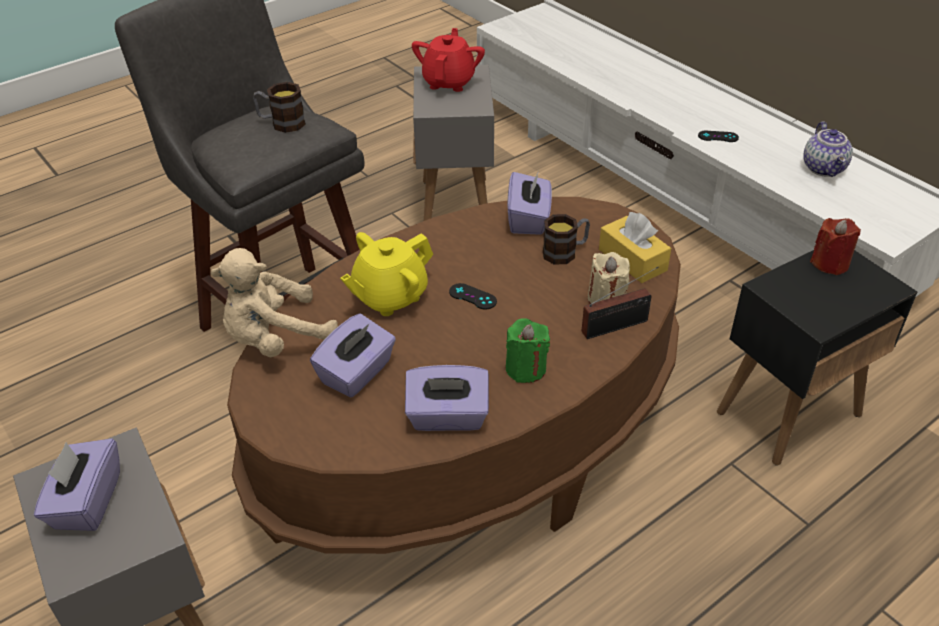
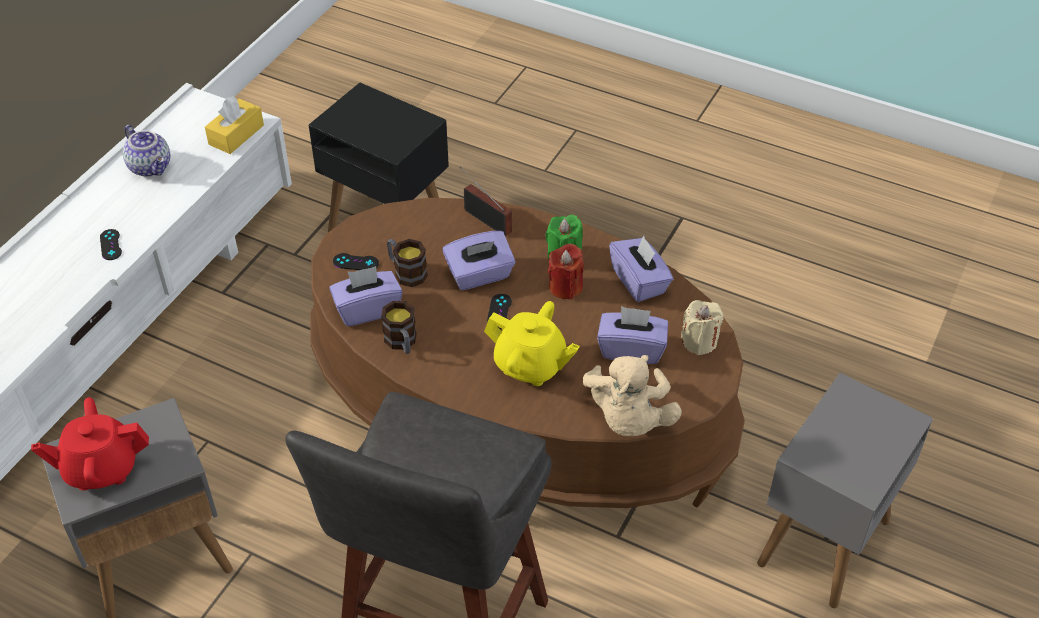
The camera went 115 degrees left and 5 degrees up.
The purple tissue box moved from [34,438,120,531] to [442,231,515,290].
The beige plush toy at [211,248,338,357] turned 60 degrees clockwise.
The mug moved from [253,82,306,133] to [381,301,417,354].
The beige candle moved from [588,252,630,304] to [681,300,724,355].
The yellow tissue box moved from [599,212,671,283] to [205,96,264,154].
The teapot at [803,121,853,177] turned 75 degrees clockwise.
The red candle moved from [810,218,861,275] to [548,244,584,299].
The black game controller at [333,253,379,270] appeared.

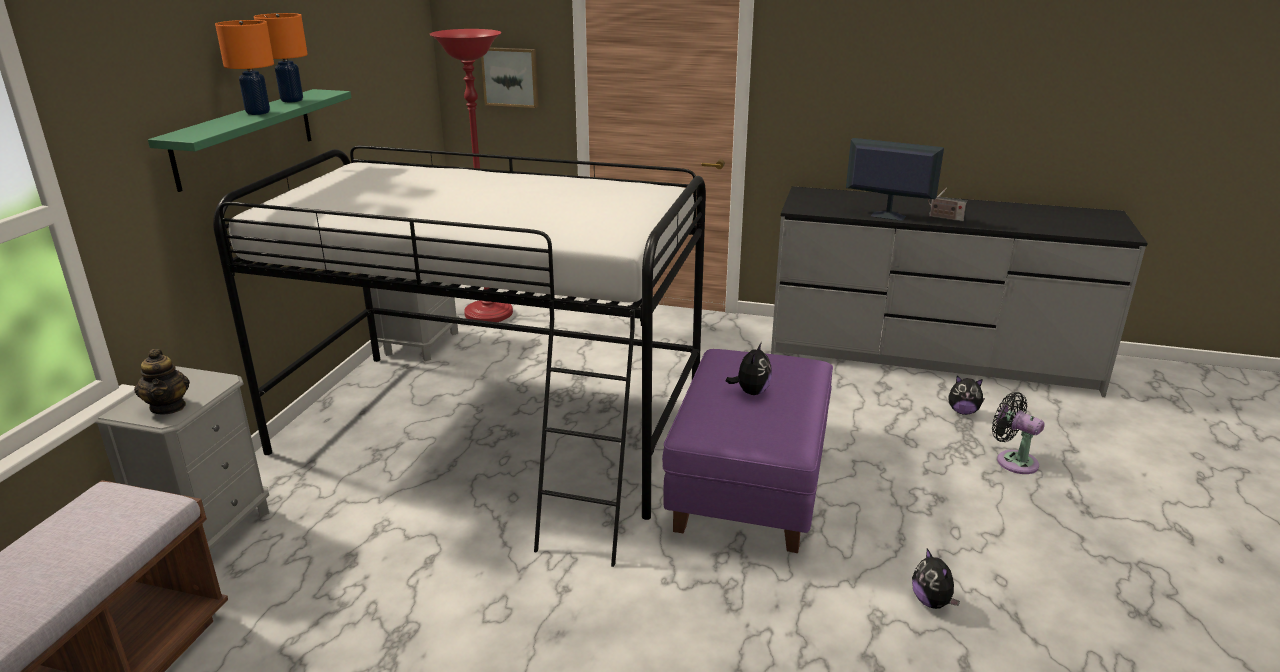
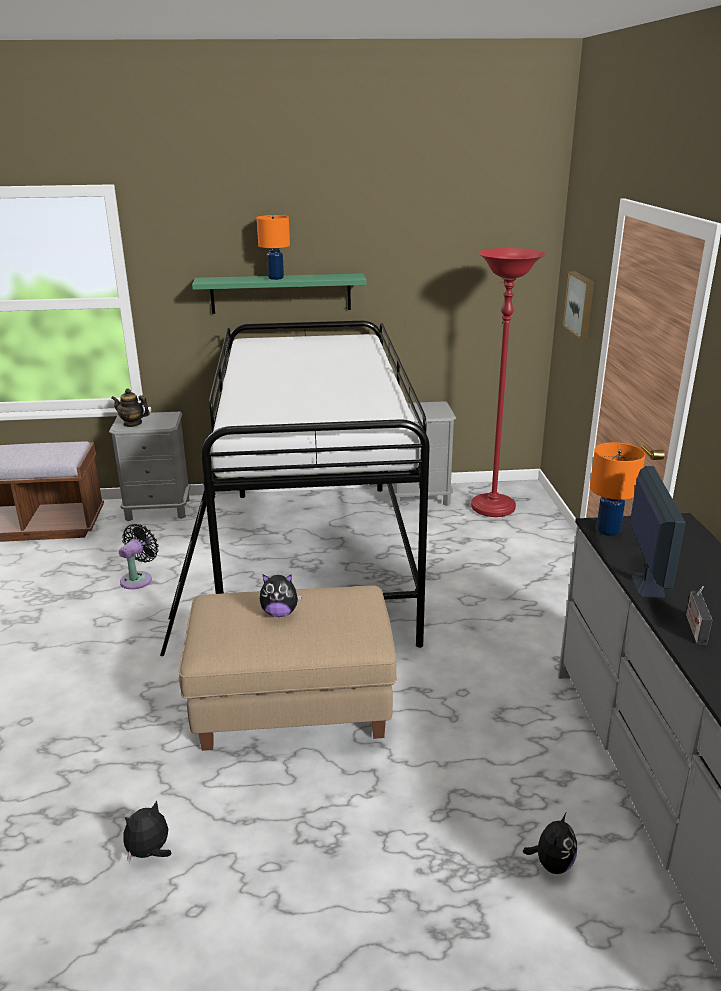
The camera went 70 degrees right and 0 degrees up.
The teapot at [134,349,190,415] turned 60 degrees clockwise.
The orange table lamp moved from [254,13,308,102] to [590,442,645,536].
The purple ottoman at [662,349,833,553] became the beige ottoman at [179,585,397,751].
The plush toy at [948,376,985,415] turned 150 degrees counterclockwise.
The black fan moved from [992,392,1045,474] to [119,524,158,589].

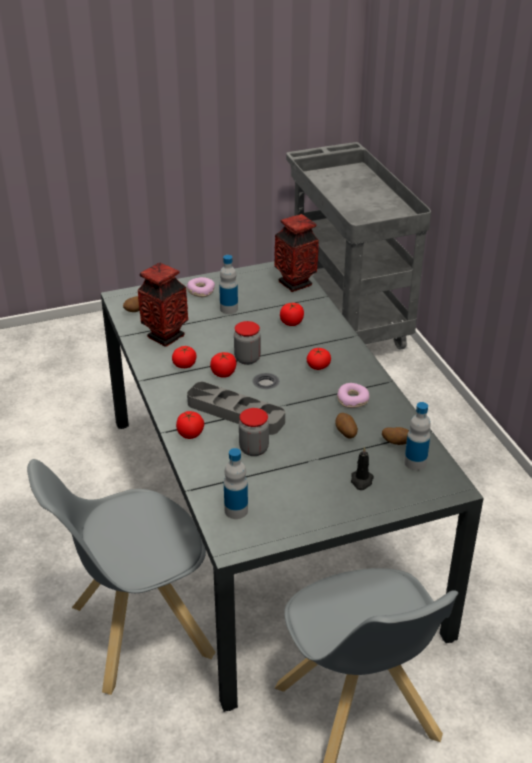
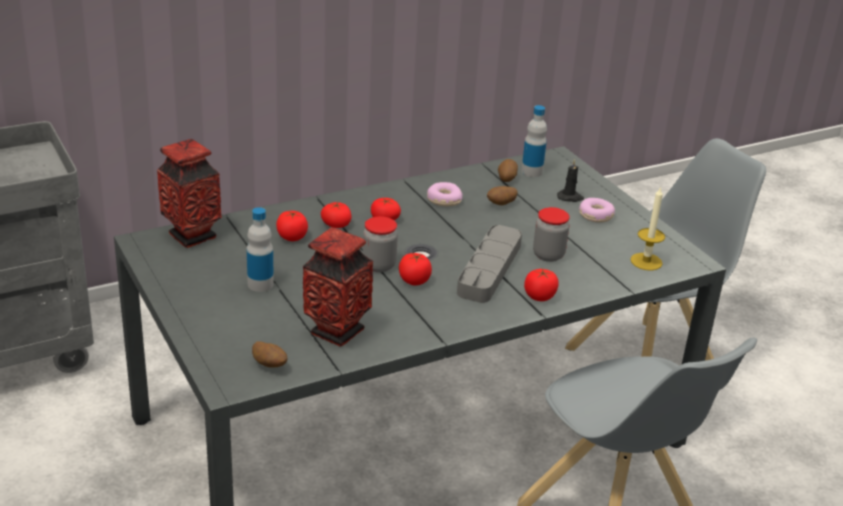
The camera went 100 degrees left and 5 degrees down.
The tomato moved from [172,346,197,368] to [321,202,352,228].
The donut moved from [187,277,215,297] to [579,198,615,222].
The bottle at [224,448,248,519] was replaced by the candle at [630,186,665,271].

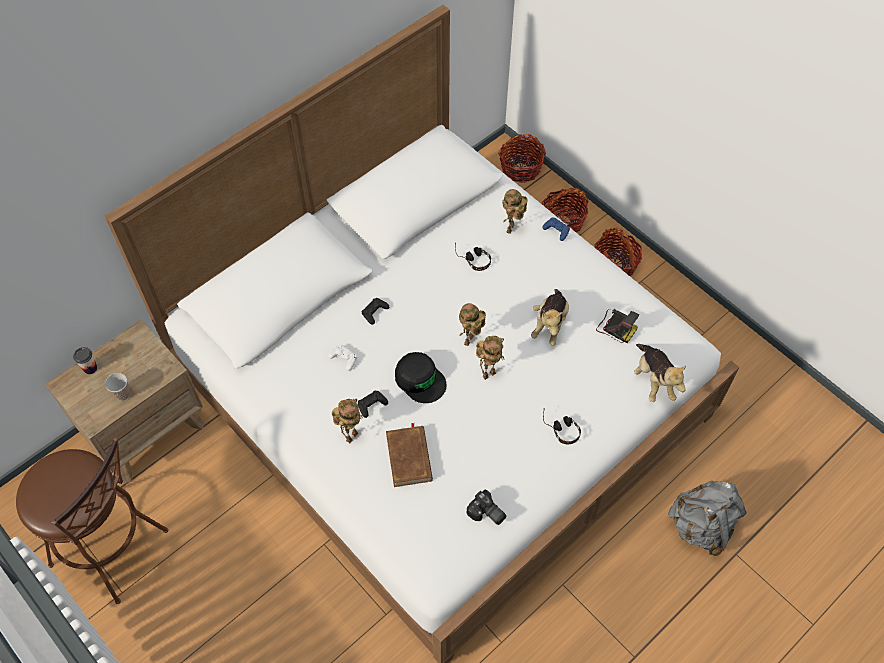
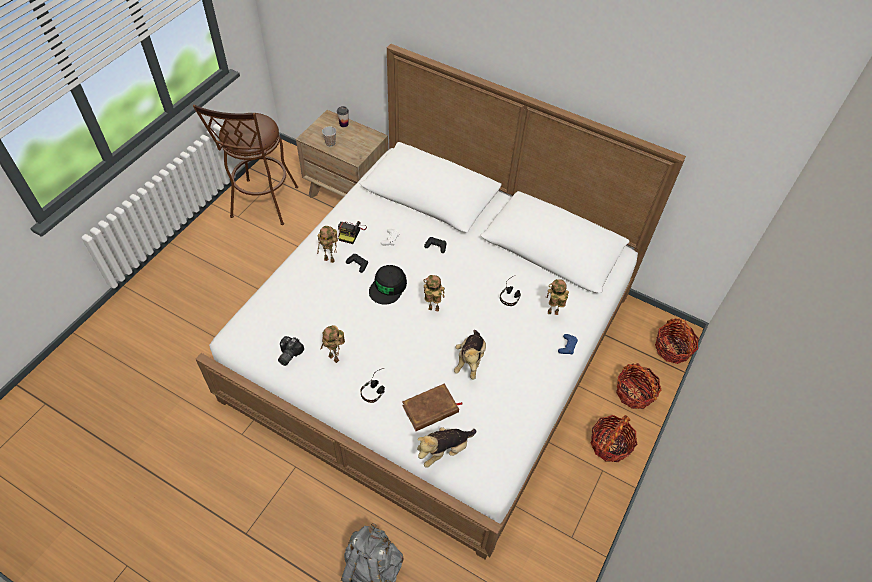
The camera went 70 degrees right and 5 degrees down.
The brown book moved from [386,423,433,487] to [402,383,462,431].
The toy robot moved from [476,336,504,380] to [320,325,345,363].
The plush toy at [531,289,569,346] turned 75 degrees counterclockwise.
The photo camera moved from [596,308,639,343] to [338,221,367,244].

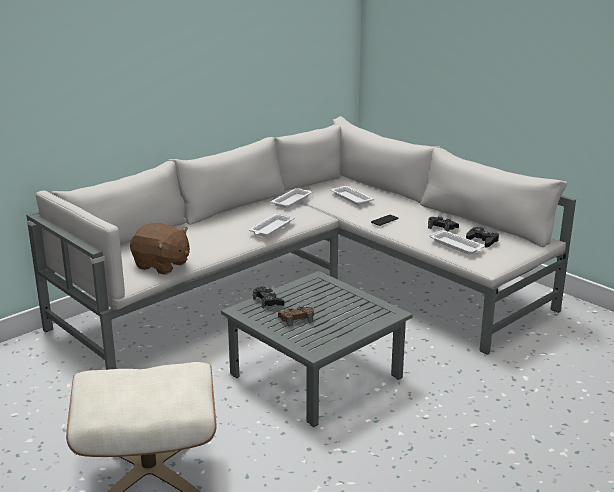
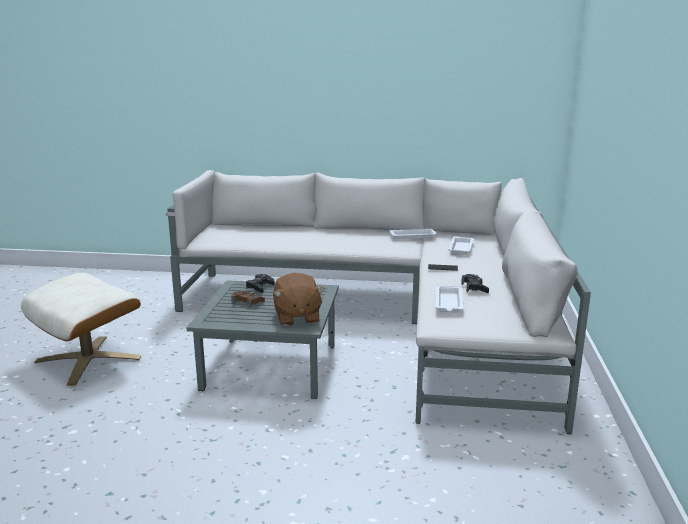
The camera went 50 degrees right and 5 degrees down.
The brown plush toy moved from [130,223,190,275] to [273,273,324,326].
The white tray at [249,213,295,237] disappeared.
The black game controller at [466,227,499,248] disappeared.

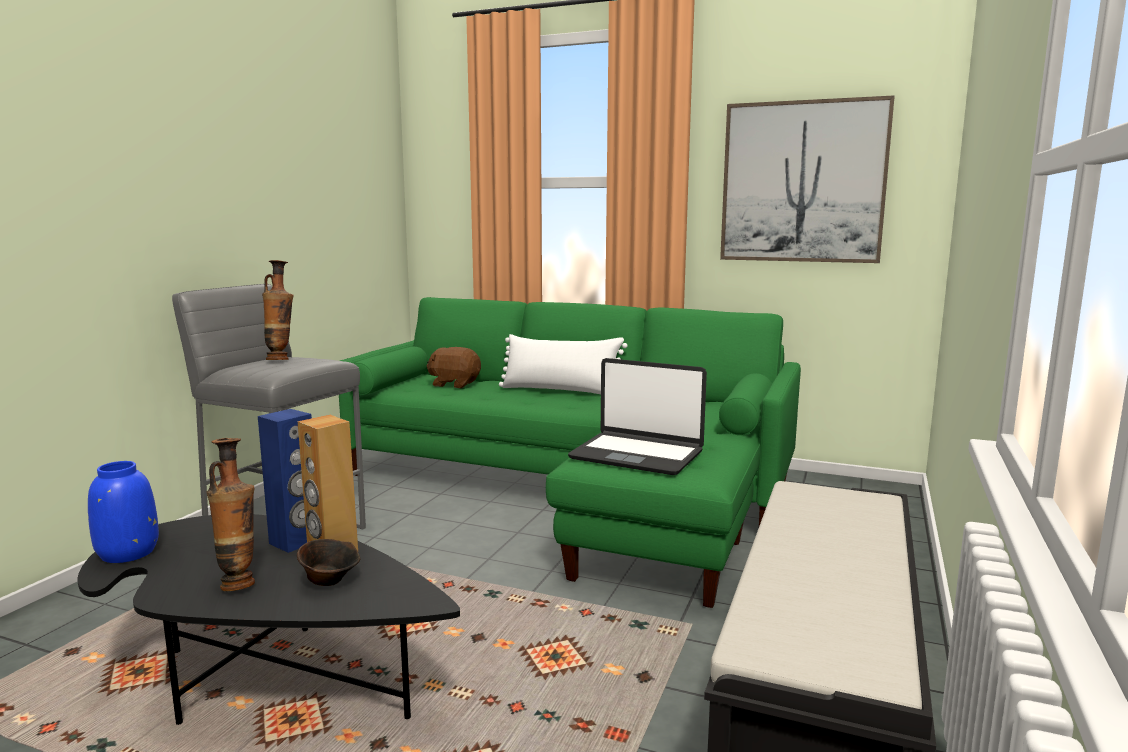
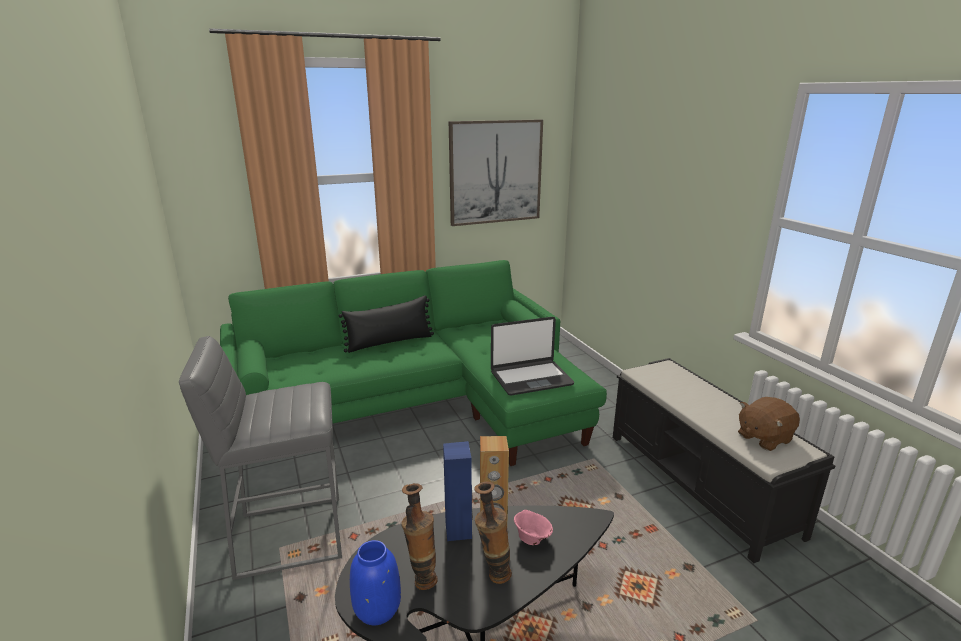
The camera went 45 degrees left and 10 degrees up.
The vase moved from [262,260,294,360] to [401,483,438,590].
The brown bowl at [297,539,360,586] became the pink bowl at [514,510,553,545].
The brown plush toy moved from [427,347,481,388] to [738,397,800,451].
The white pillow at [499,334,628,394] became the black pillow at [338,295,434,353].

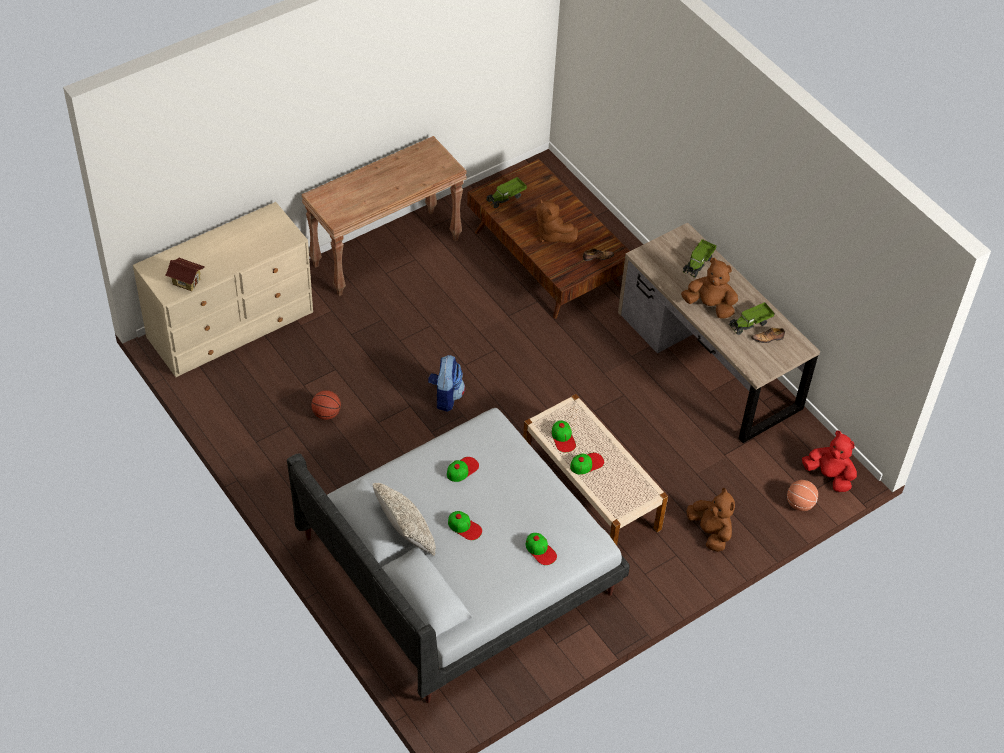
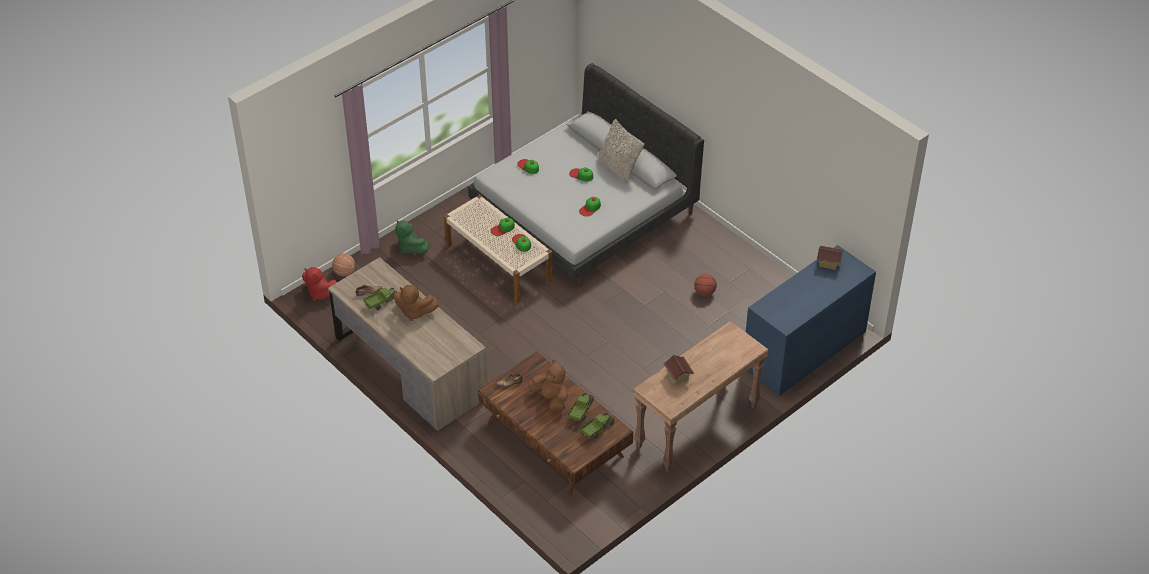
The camera went 175 degrees right and 5 degrees down.
The beige dresser at [133,202,313,377] became the blue dresser at [746,245,876,396].
The backpack at [428,355,465,412] disappeared.
The toy truck moved from [683,239,717,278] to [568,393,594,422].
The brown plush toy at [687,488,735,552] became the green plush toy at [395,220,429,254].
The toy house at [663,354,694,385] appeared.

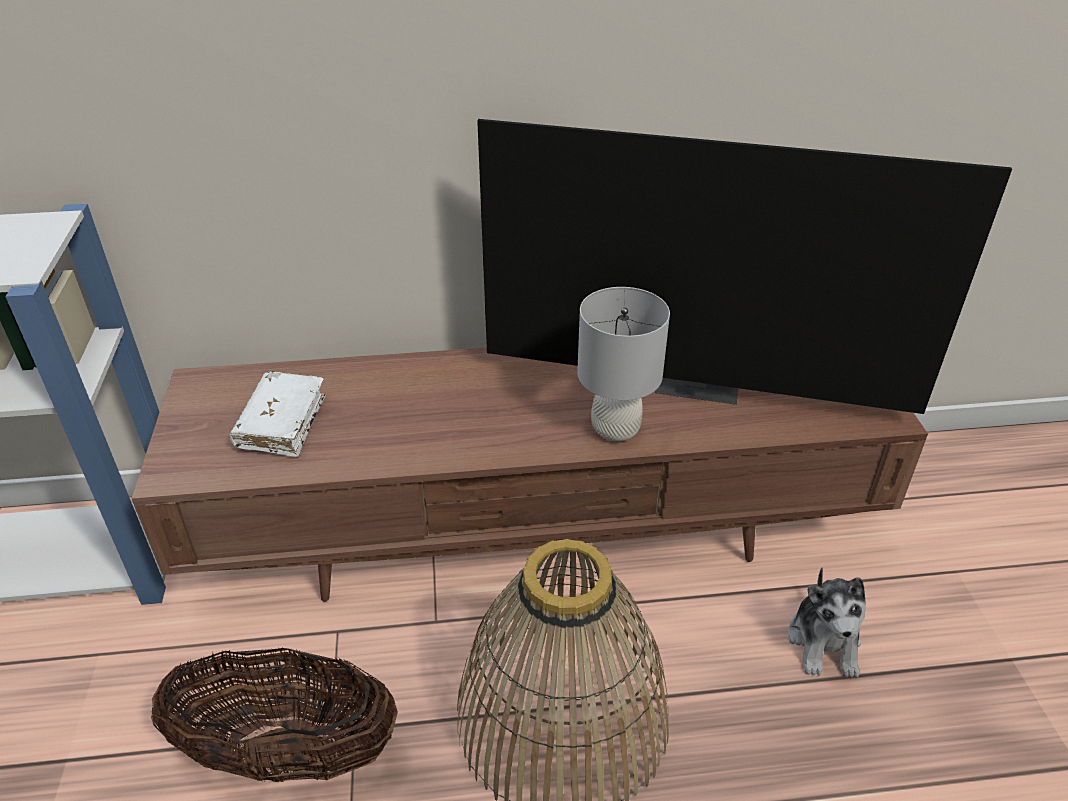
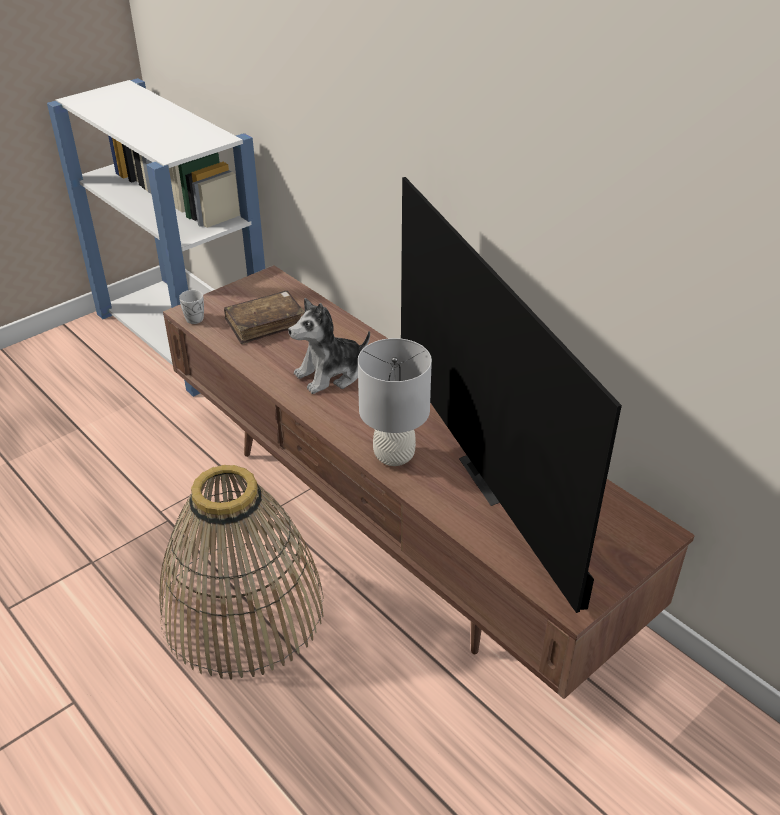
The camera went 55 degrees right and 0 degrees up.
The basket at [151,647,398,782] disappeared.
The white book at [229,372,326,457] became the brown book at [224,291,305,344].
The plush toy moved from [788,568,865,678] to [288,298,370,394].
The white mug at [179,290,204,324] appeared.

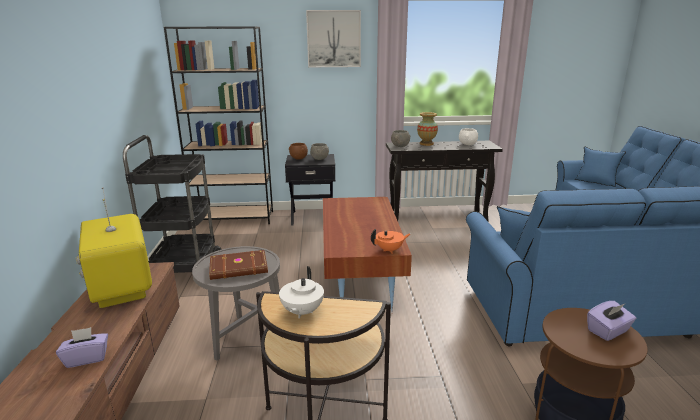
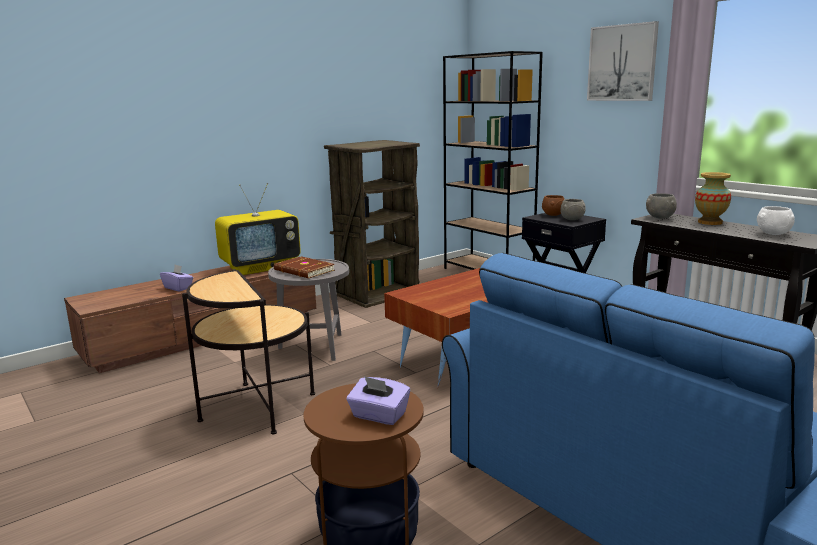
The camera went 55 degrees right and 5 degrees down.
The television at [76,187,152,308] turned 150 degrees counterclockwise.
The black cart at [123,135,222,273] was replaced by the brown bookcase at [324,140,420,308].
The white teapot at [279,266,324,319] disappeared.
The orange teapot at [371,229,410,254] disappeared.

